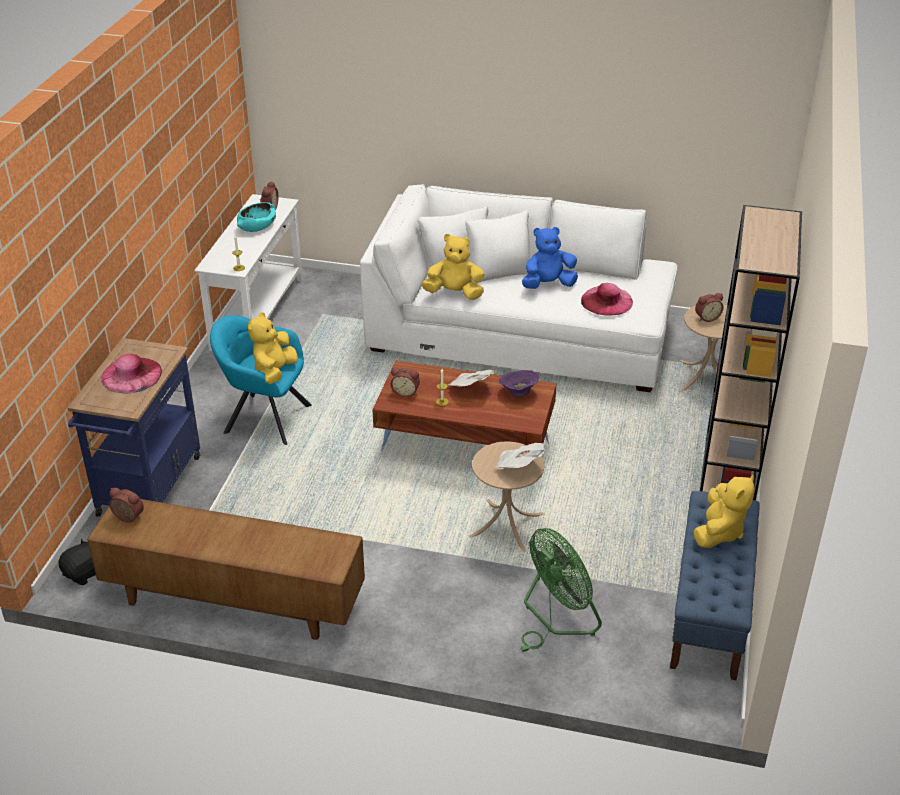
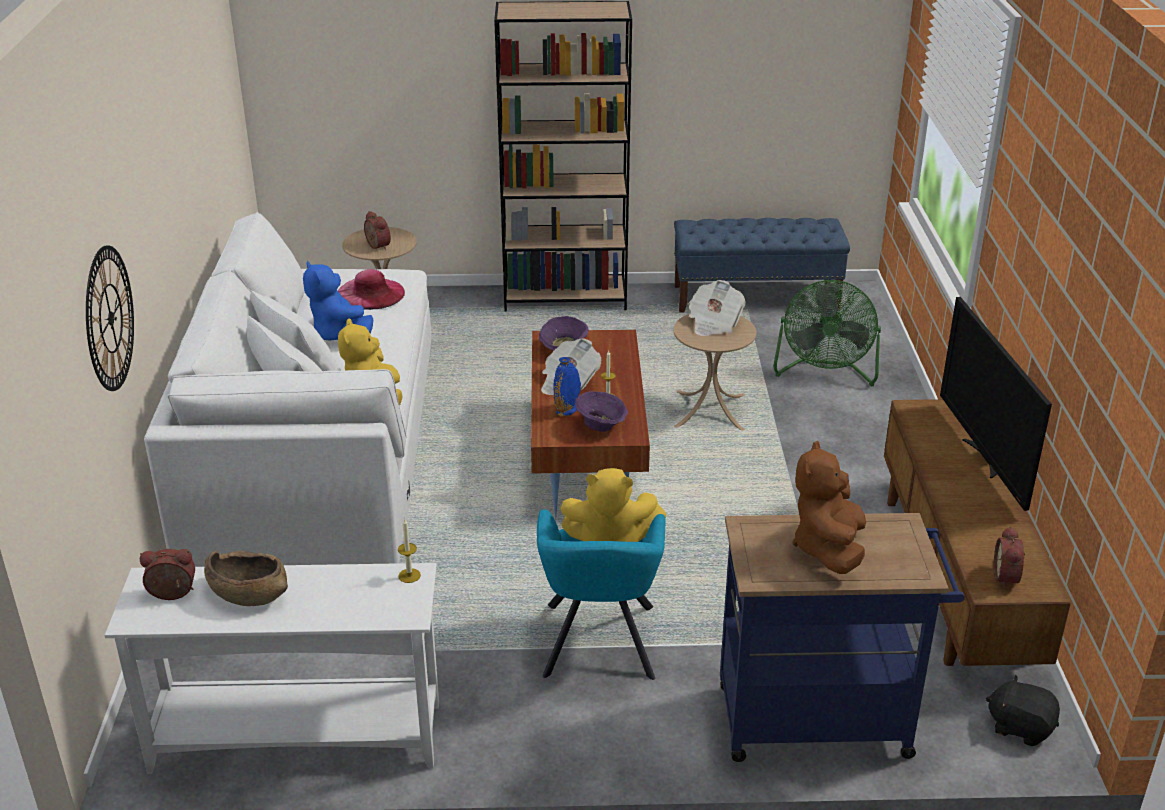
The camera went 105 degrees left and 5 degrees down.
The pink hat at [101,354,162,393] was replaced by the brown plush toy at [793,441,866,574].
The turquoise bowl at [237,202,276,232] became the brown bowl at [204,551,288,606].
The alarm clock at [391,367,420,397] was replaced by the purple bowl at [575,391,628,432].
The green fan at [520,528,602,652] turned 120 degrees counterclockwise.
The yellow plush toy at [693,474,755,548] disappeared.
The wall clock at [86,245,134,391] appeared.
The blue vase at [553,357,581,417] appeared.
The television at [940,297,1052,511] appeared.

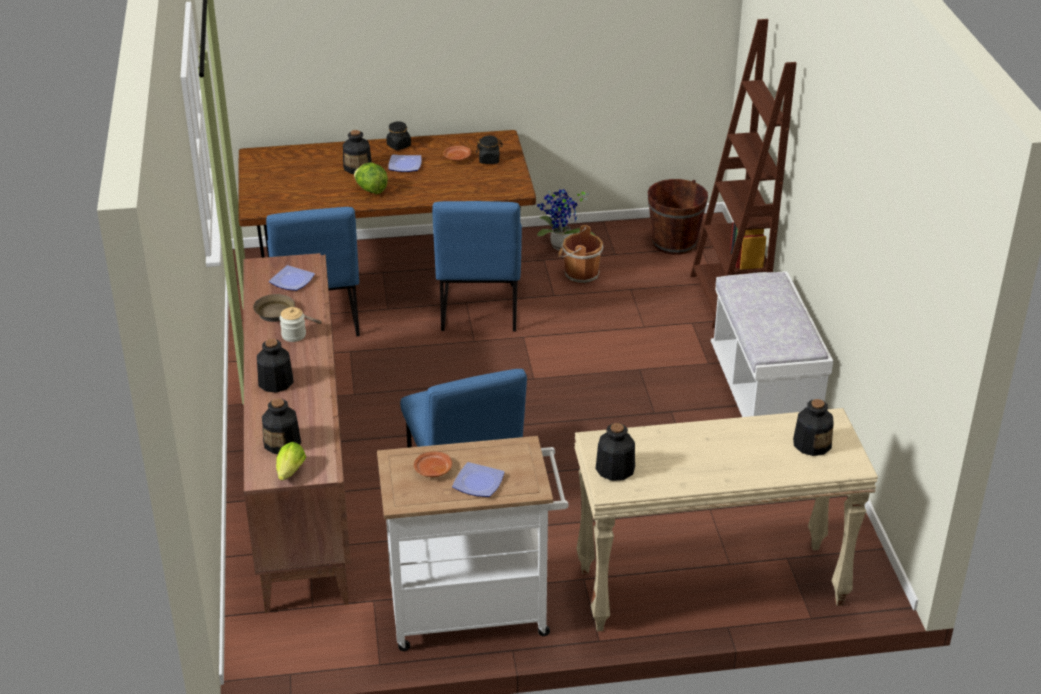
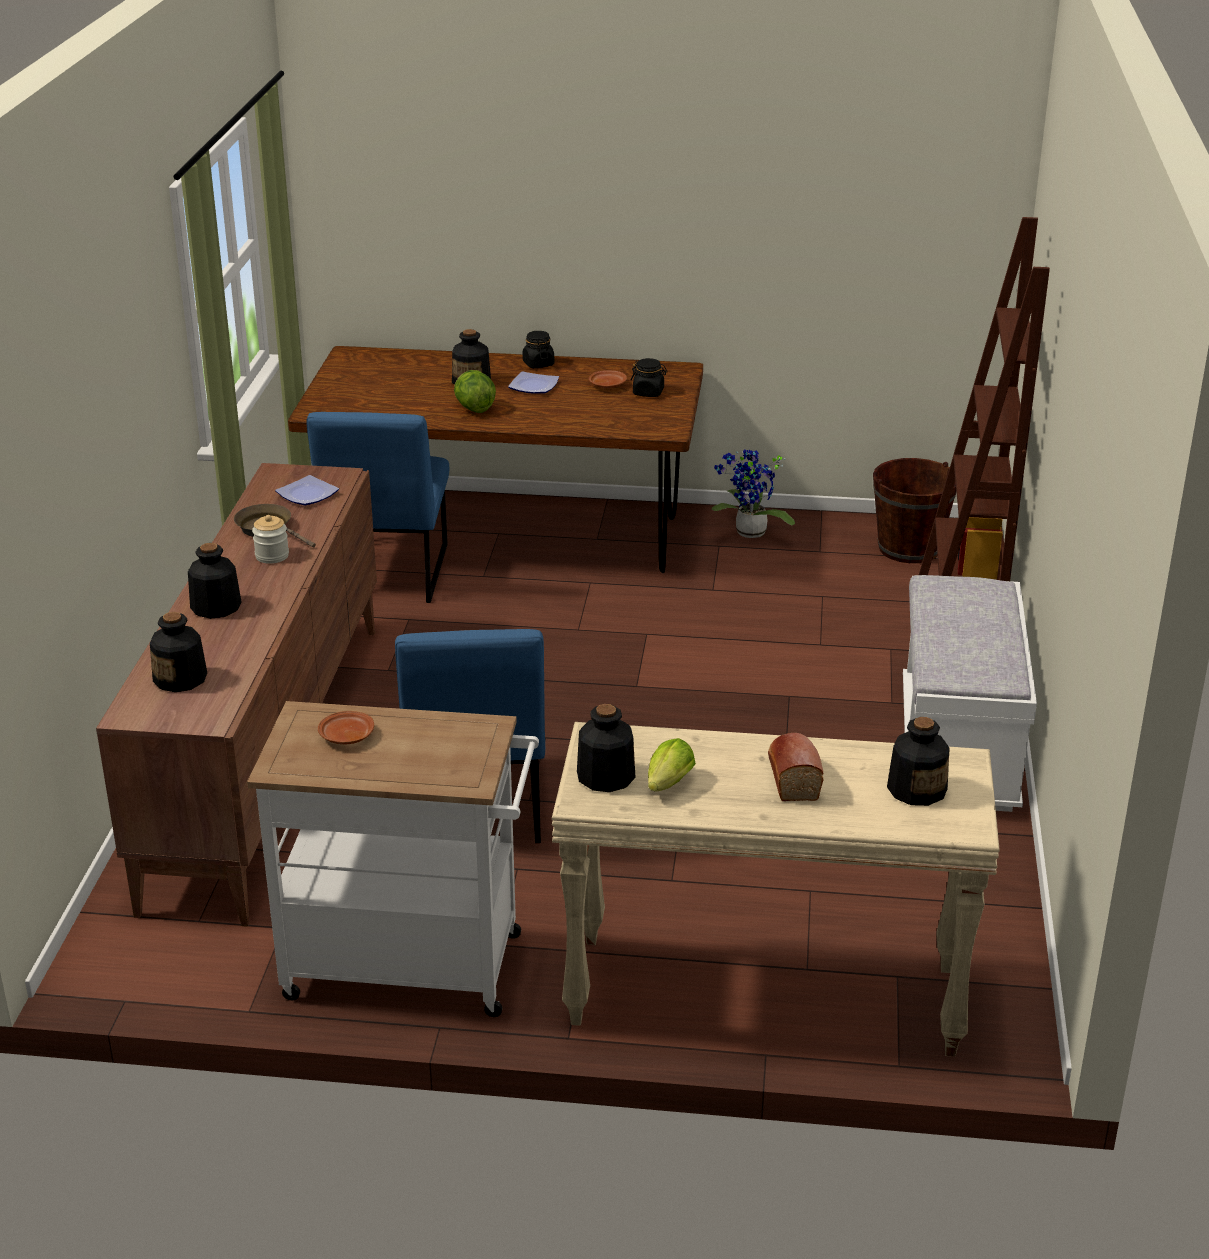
The camera went 15 degrees right and 5 degrees down.
The lettuce moved from [276,442,306,480] to [648,738,696,791].
The blue chair at [432,201,522,332] disappeared.
The plate at [452,462,505,497] disappeared.
The brown bucket at [558,225,603,284] disappeared.
The bread at [768,733,823,801] appeared.

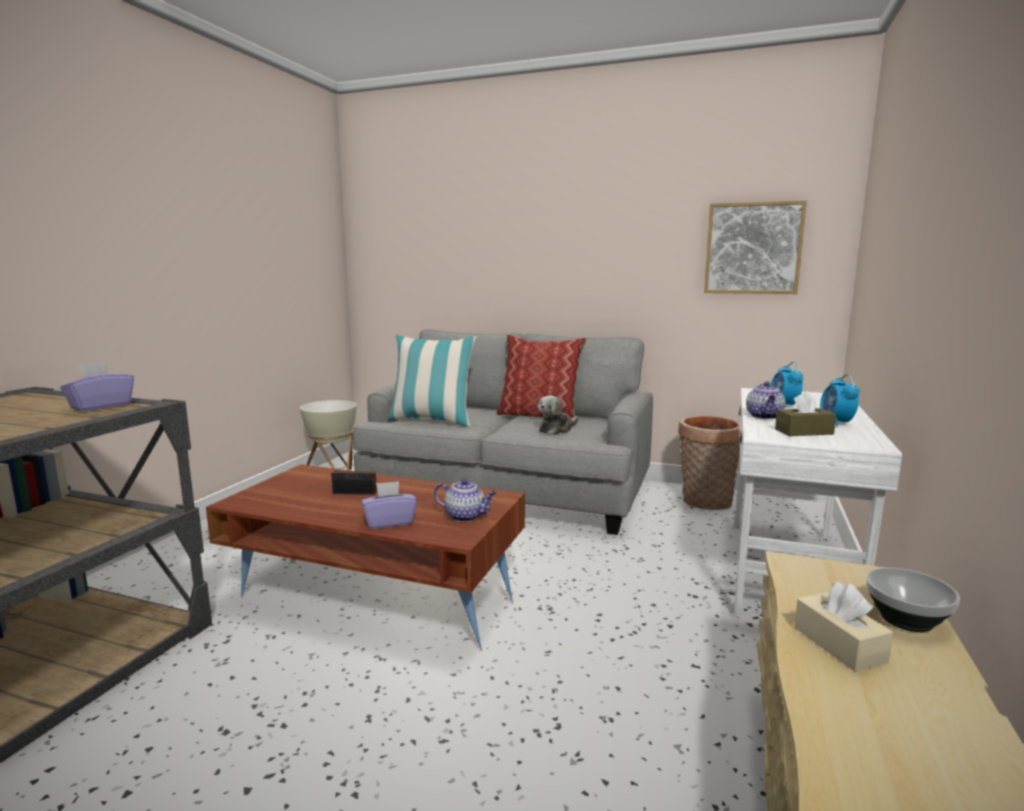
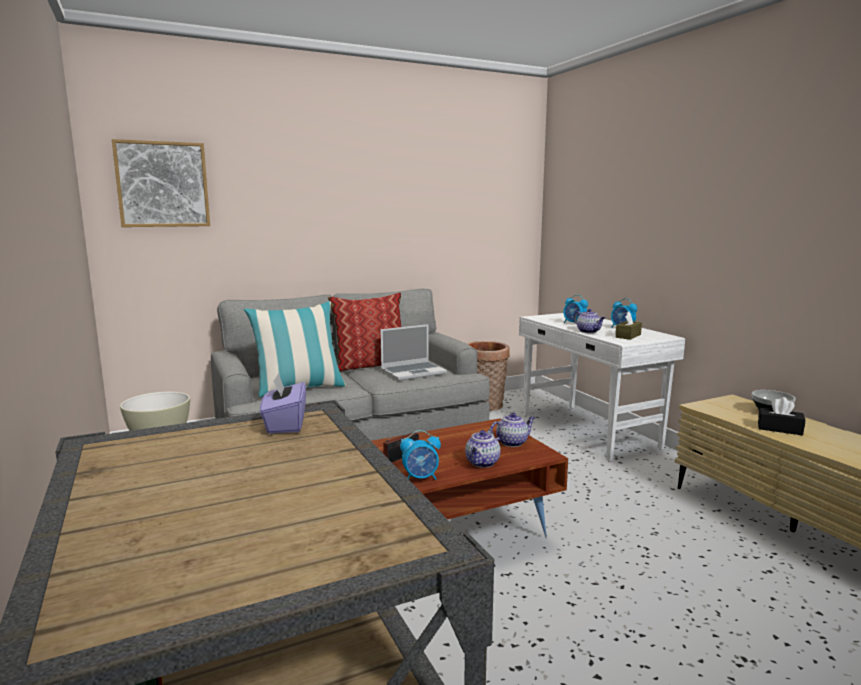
The camera went 45 degrees left and 0 degrees up.
The purple tissue box at [362,481,417,529] was replaced by the teapot at [465,429,501,468].
The plush toy at [538,396,578,435] was replaced by the laptop at [381,324,447,381].
The picture moved from [704,200,807,294] to [112,139,210,227].
The beige tissue box at [794,582,893,672] became the black tissue box at [758,397,805,435].
The alarm clock at [400,430,441,480] appeared.

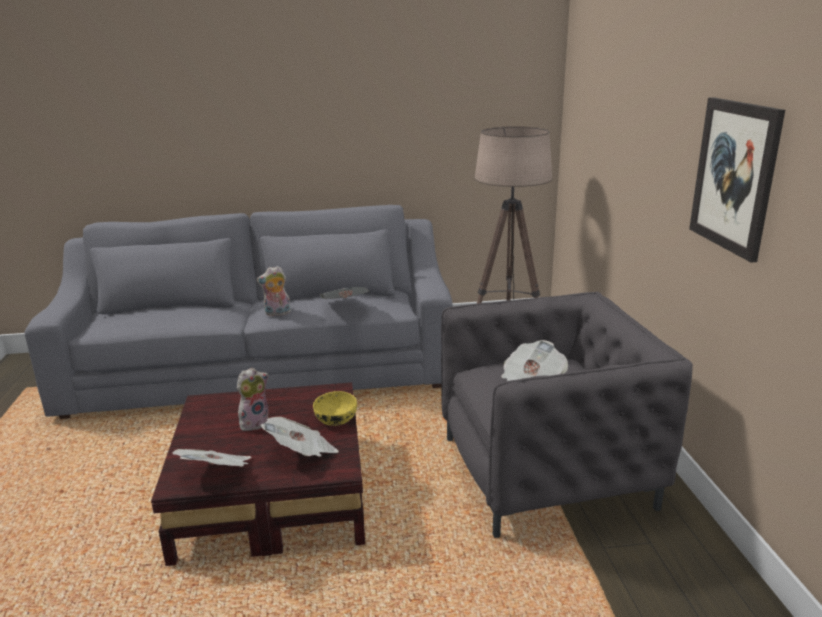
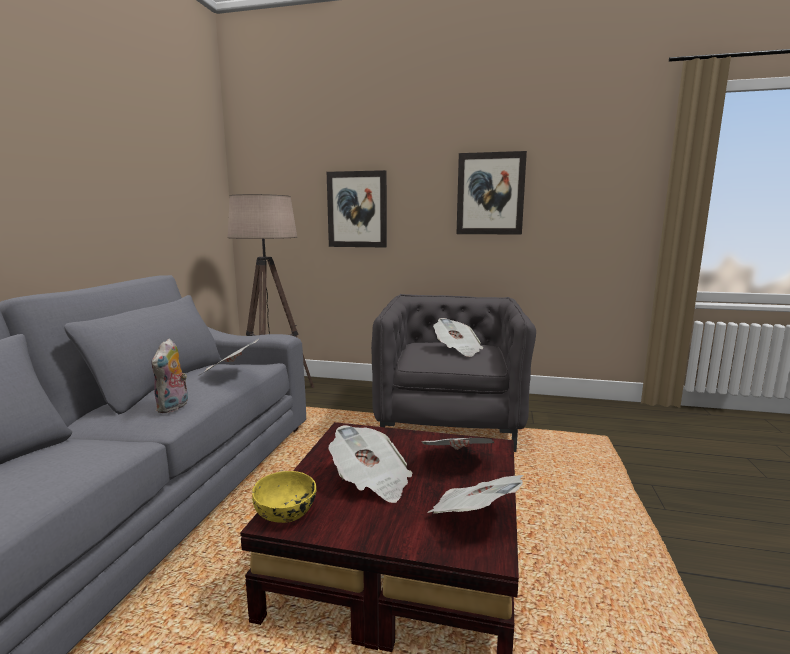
The camera went 70 degrees left and 10 degrees down.
The plush toy at [237,368,269,431] was replaced by the newspaper at [329,425,413,503].
The yellow bowl moved from [313,391,357,426] to [252,471,317,523].
The picture at [327,170,387,248] appeared.

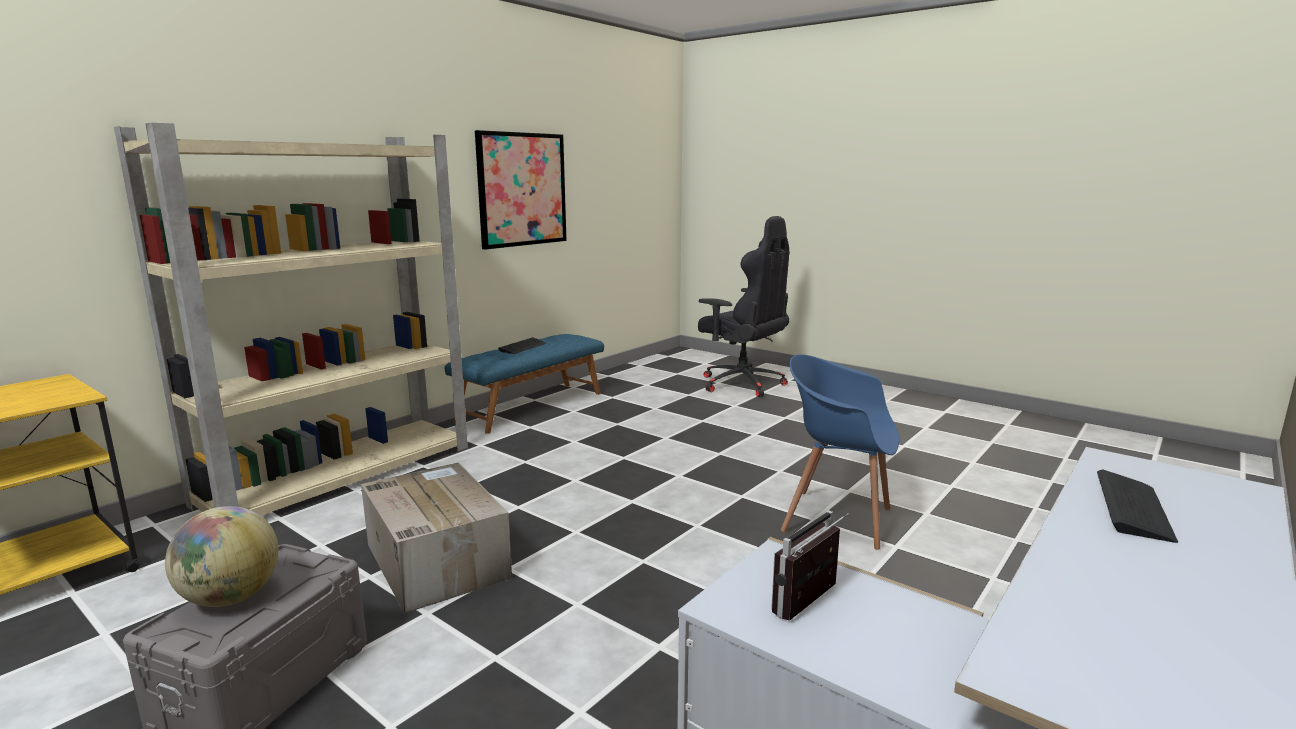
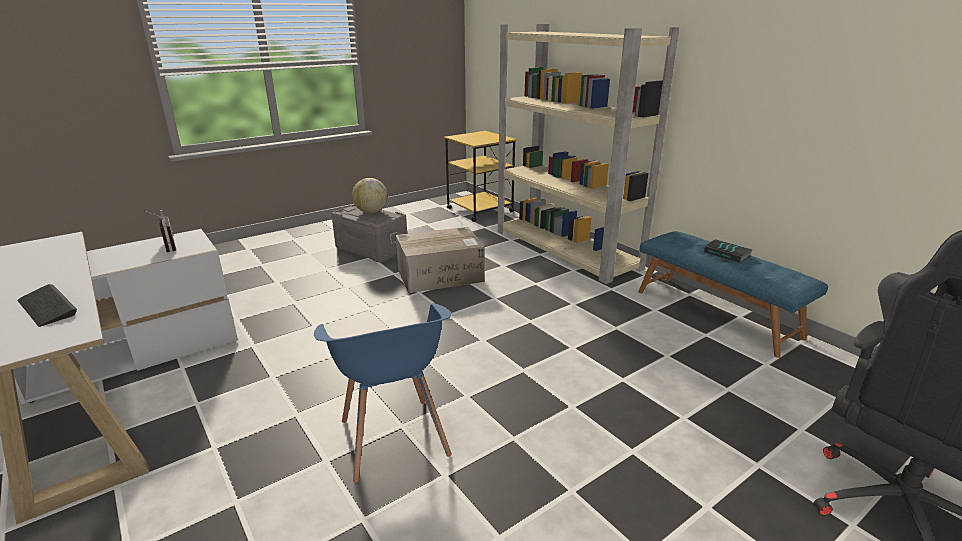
The camera went 105 degrees right and 10 degrees up.
The picture at [475,130,567,250] disappeared.
The keyboard at [498,337,546,354] was replaced by the book at [704,239,752,263].
The blue chair at [781,354,900,550] turned 120 degrees clockwise.

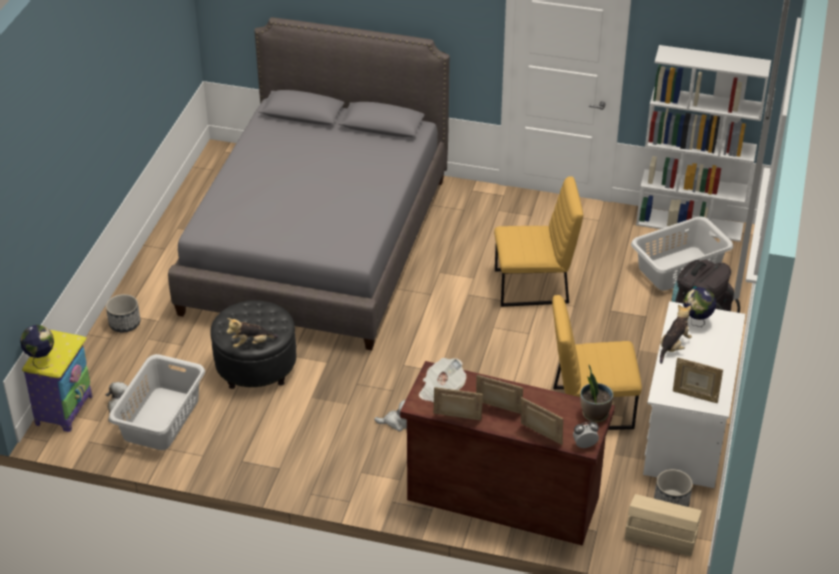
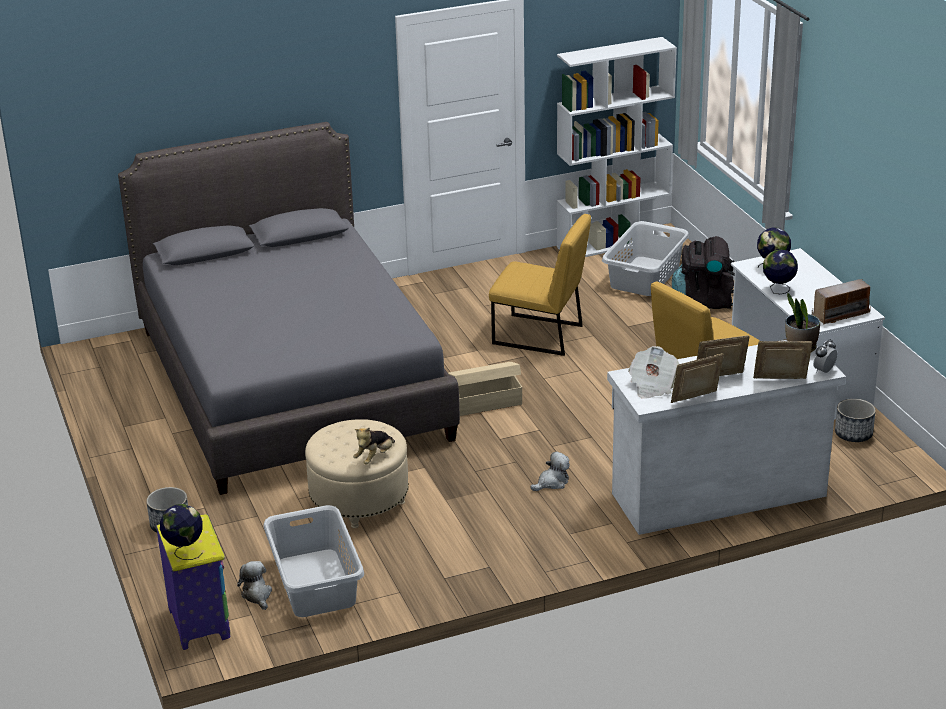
The camera went 35 degrees left and 10 degrees down.
The black ottoman at [210,300,297,389] became the beige ottoman at [305,419,409,528].
The brown dresser at [400,361,615,546] became the white dresser at [607,340,846,535].
The yellow chair at [494,177,583,307] turned 60 degrees clockwise.
The beige storage box moved from [625,494,702,556] to [448,362,522,416].
The plush toy at [660,305,692,364] was replaced by the globe at [763,249,798,294].
The picture frame at [673,358,723,403] was replaced by the radio at [812,279,871,325].

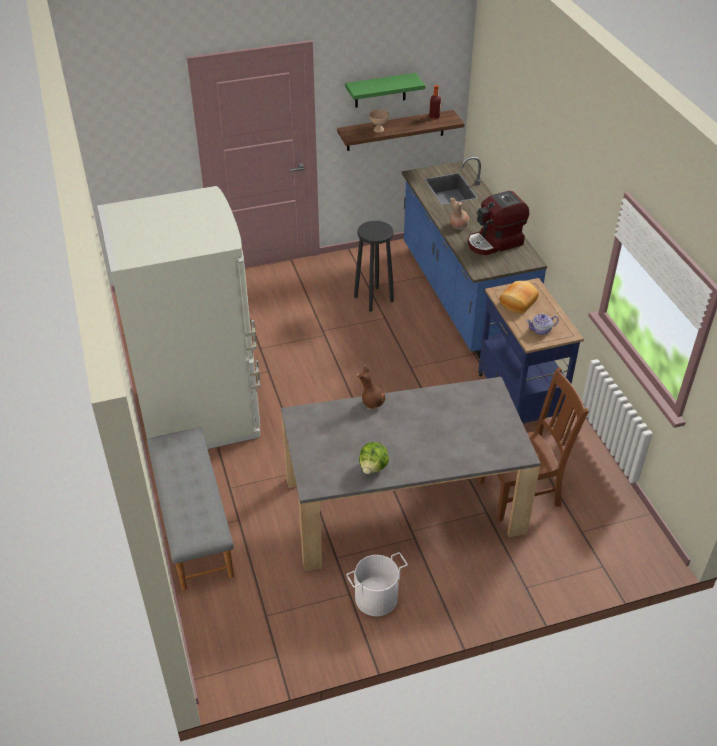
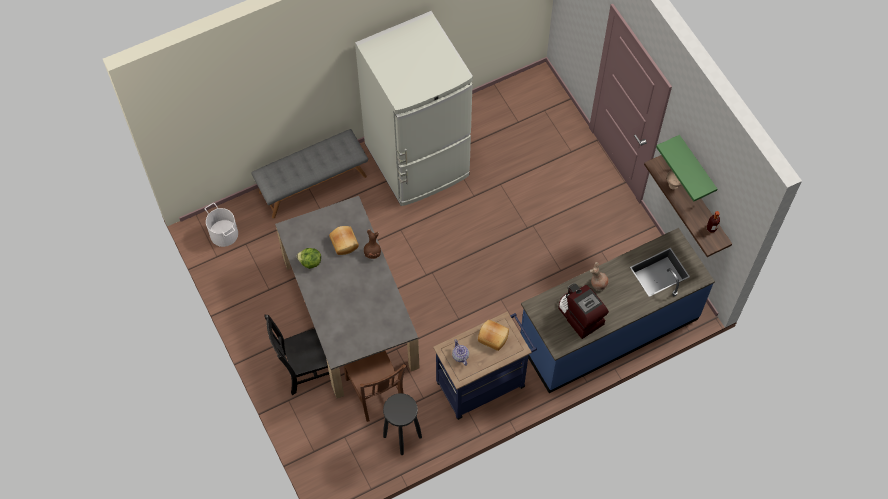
The camera went 80 degrees right and 20 degrees up.
The white bucket moved from [346,552,408,616] to [205,203,238,247].
The black stool moved from [354,221,394,312] to [383,393,422,455].
The black chair at [265,315,329,395] appeared.
The bread at [329,226,359,255] appeared.

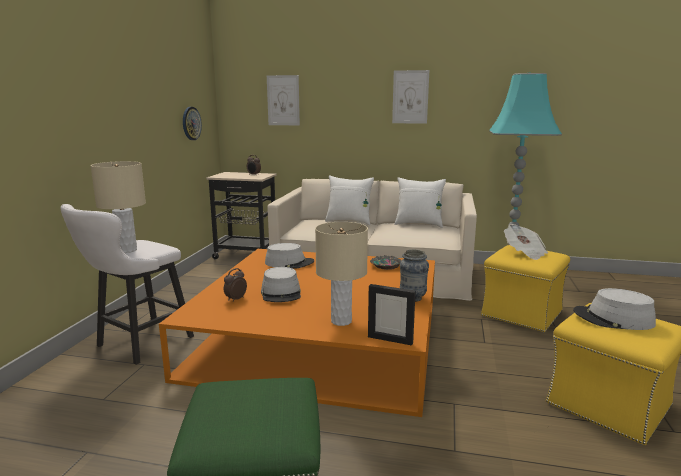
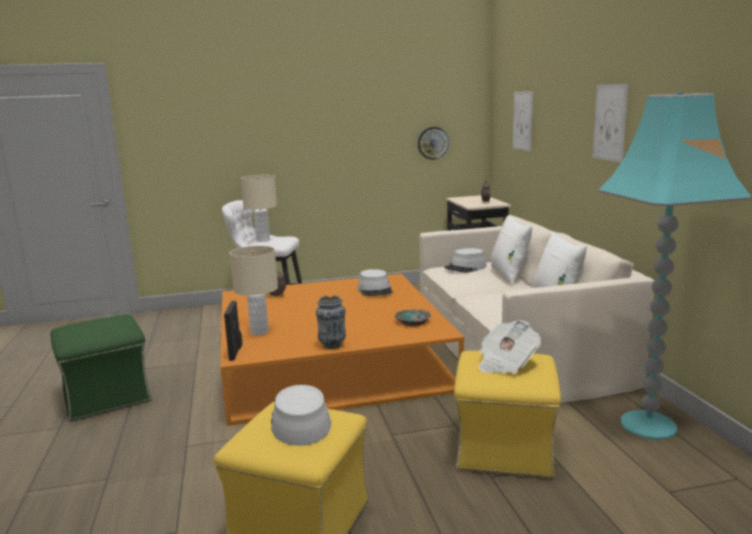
The camera went 65 degrees right and 0 degrees up.
The grey hat moved from [261,267,301,302] to [444,248,487,272].

